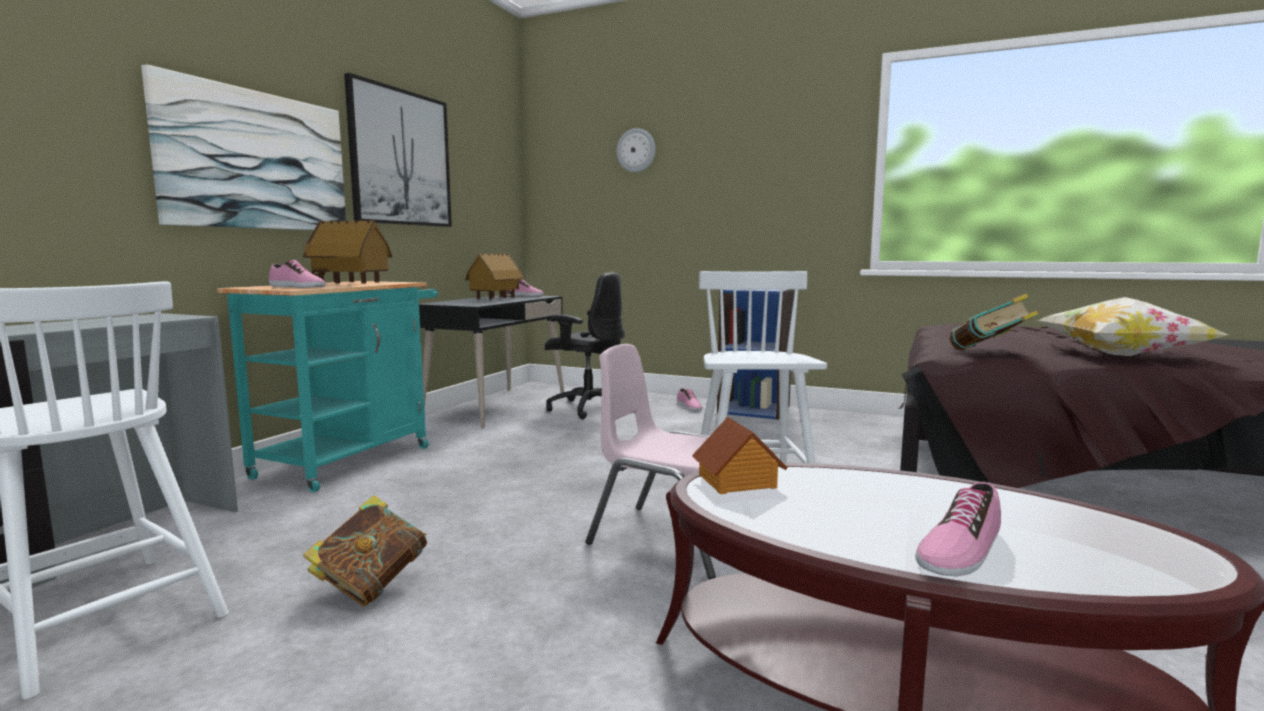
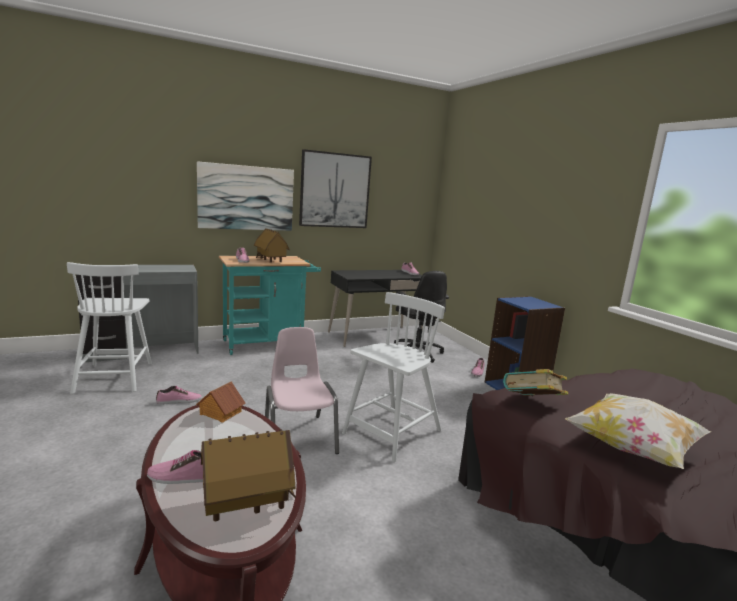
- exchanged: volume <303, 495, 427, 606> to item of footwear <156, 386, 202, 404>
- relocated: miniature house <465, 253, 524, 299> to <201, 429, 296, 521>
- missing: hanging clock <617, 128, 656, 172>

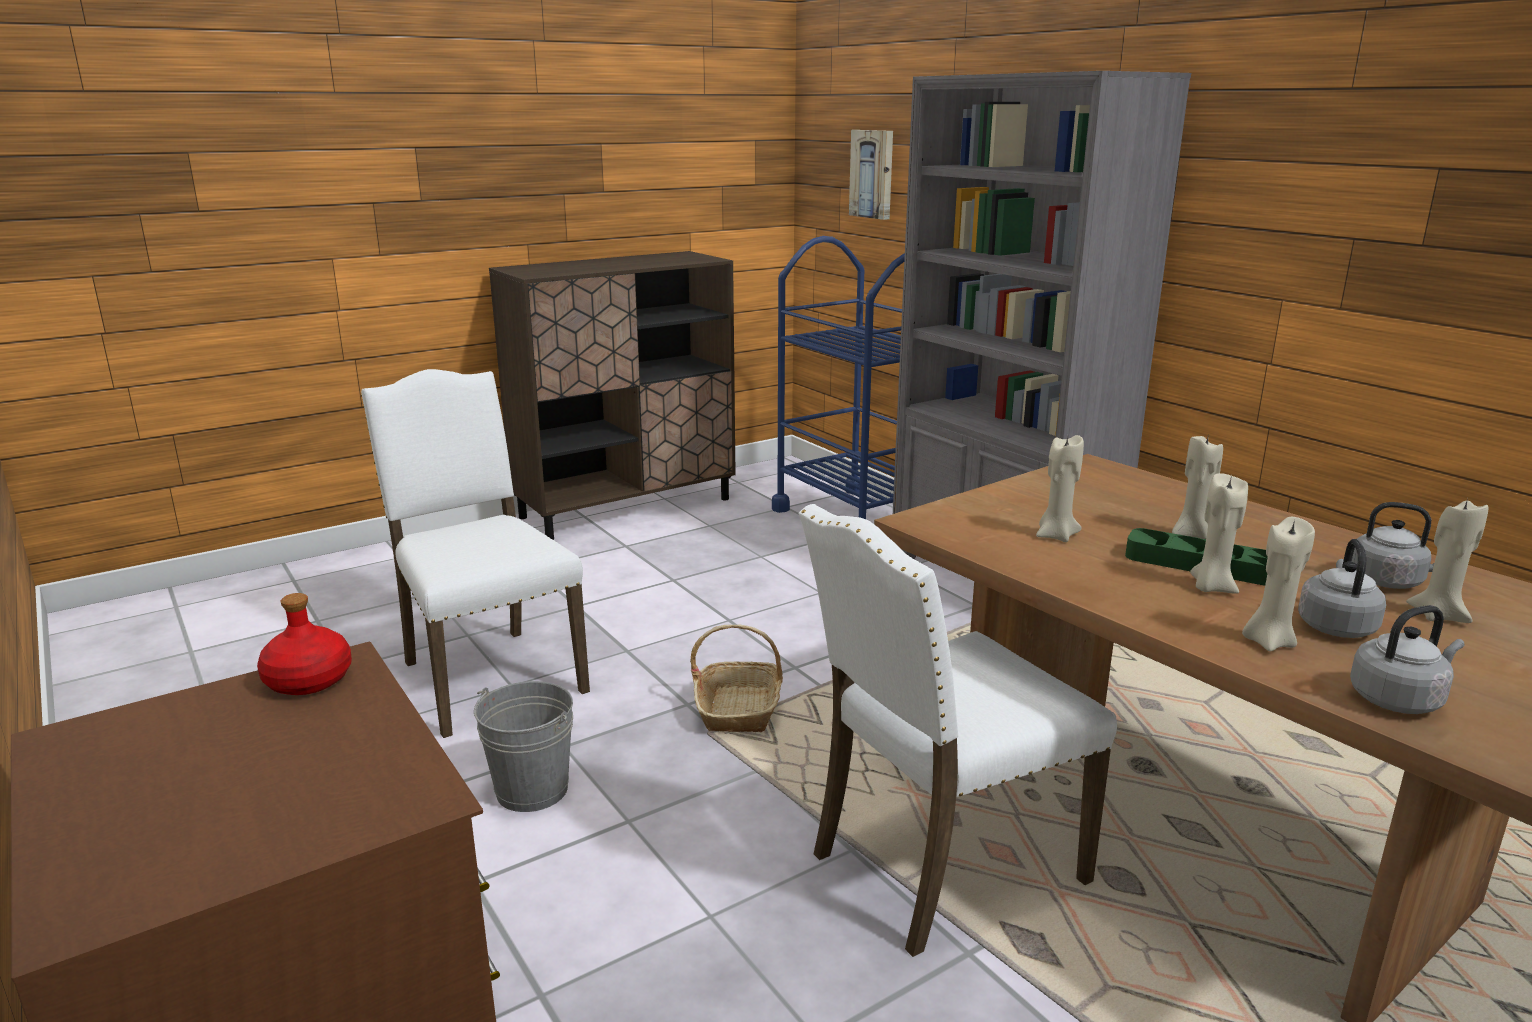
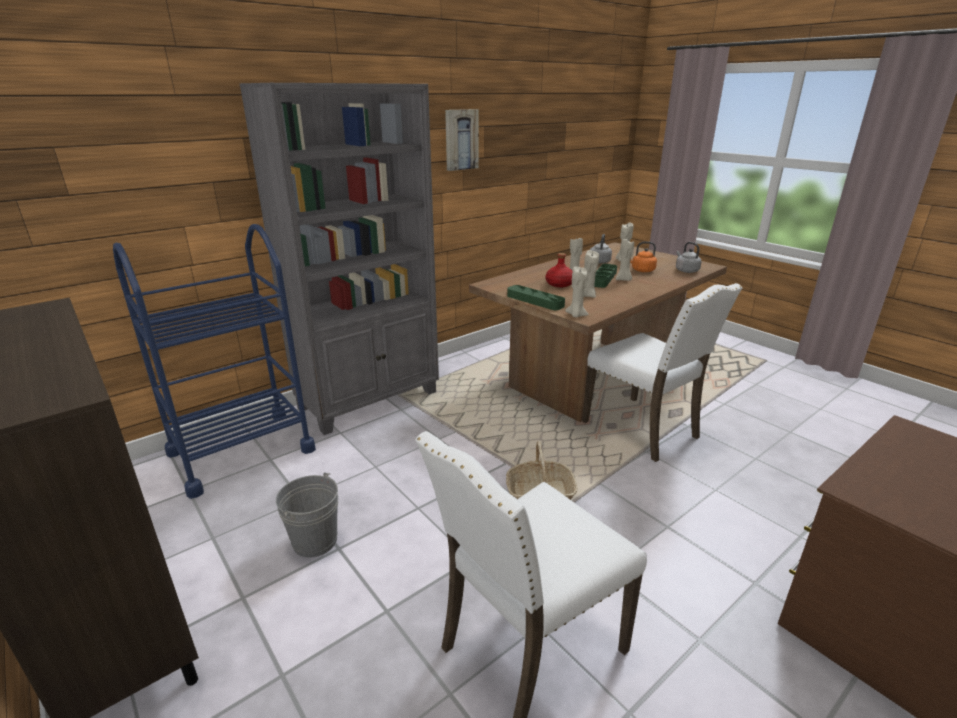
- relocated: drink bottle (reddish) <257, 593, 352, 695> to <546, 253, 572, 287>
- relocated: bucket (gray) <474, 681, 573, 812> to <276, 473, 338, 558>
- relocated: wall art <849, 130, 893, 220> to <445, 109, 479, 171>
- relocated: wax light (beige) <1242, 517, 1315, 651> to <565, 267, 589, 318>
- colour: kettle (gray) <1298, 539, 1386, 638> to kettle (orange) <630, 242, 657, 272>
- appeared: serving tray (green) <507, 285, 565, 310>

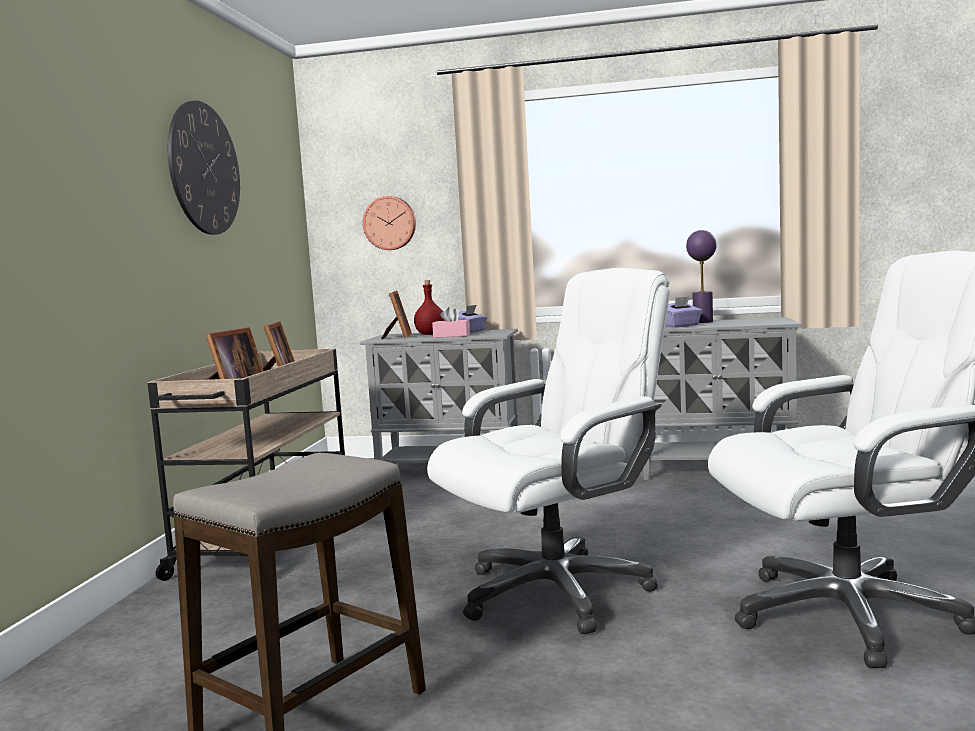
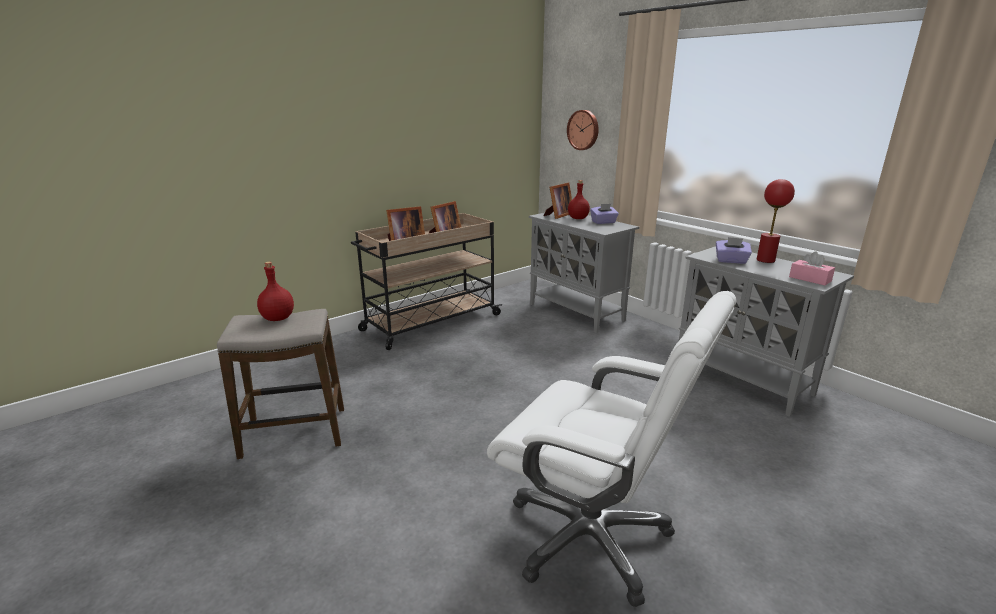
- missing: hanging clock <168, 101, 240, 235>
- missing: computer chair (whitish) <427, 268, 670, 634>
- relocated: box of tissues (pink) <432, 307, 470, 338> to <789, 252, 835, 286>
- colour: table lamp (purplish) <686, 230, 717, 323> to table lamp (reddish) <757, 179, 795, 263>
- appeared: drink bottle (reddish) <257, 262, 294, 321>

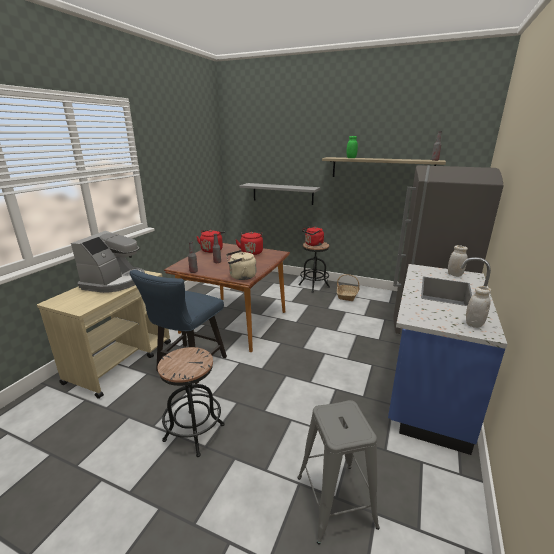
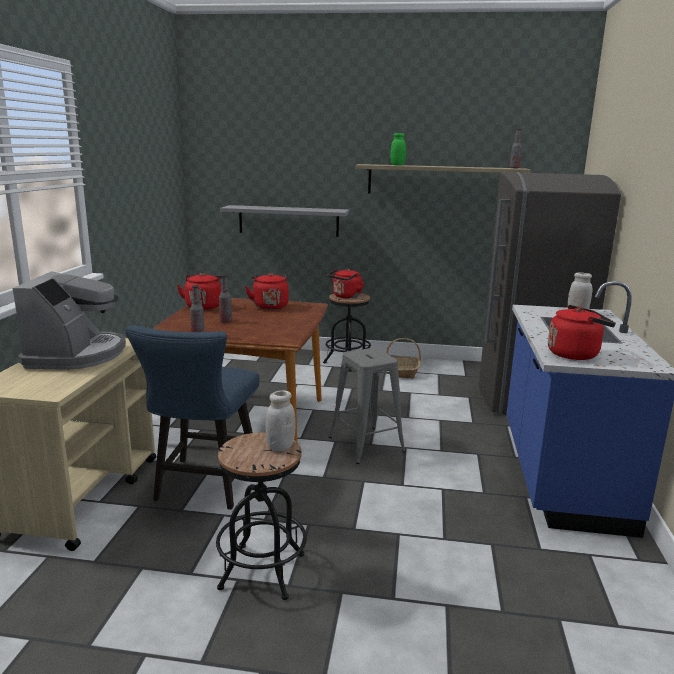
- missing: kettle (beige) <226, 250, 256, 280>
- relocated: sitting stool (gray) <297, 400, 380, 545> to <329, 348, 406, 464>
- relocated: preserve jar (whitish) <466, 286, 491, 328> to <265, 390, 295, 452>
- appeared: kettle (reddish) <548, 305, 616, 360>

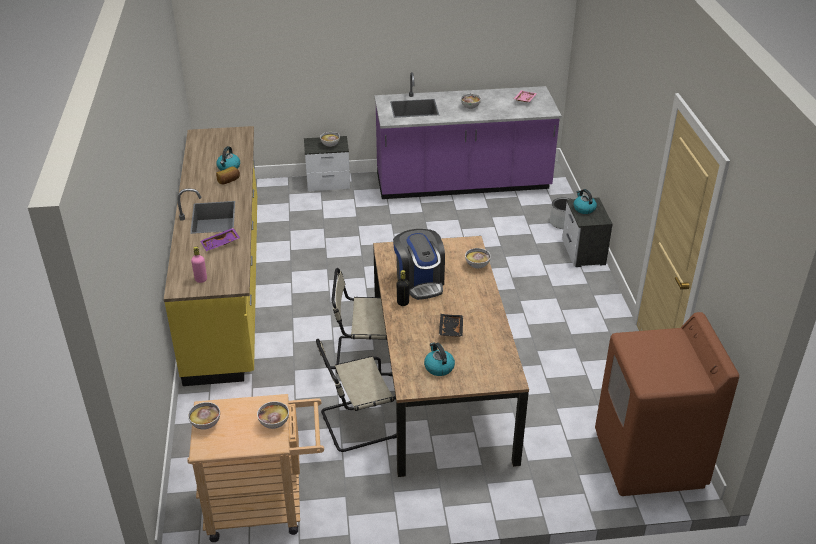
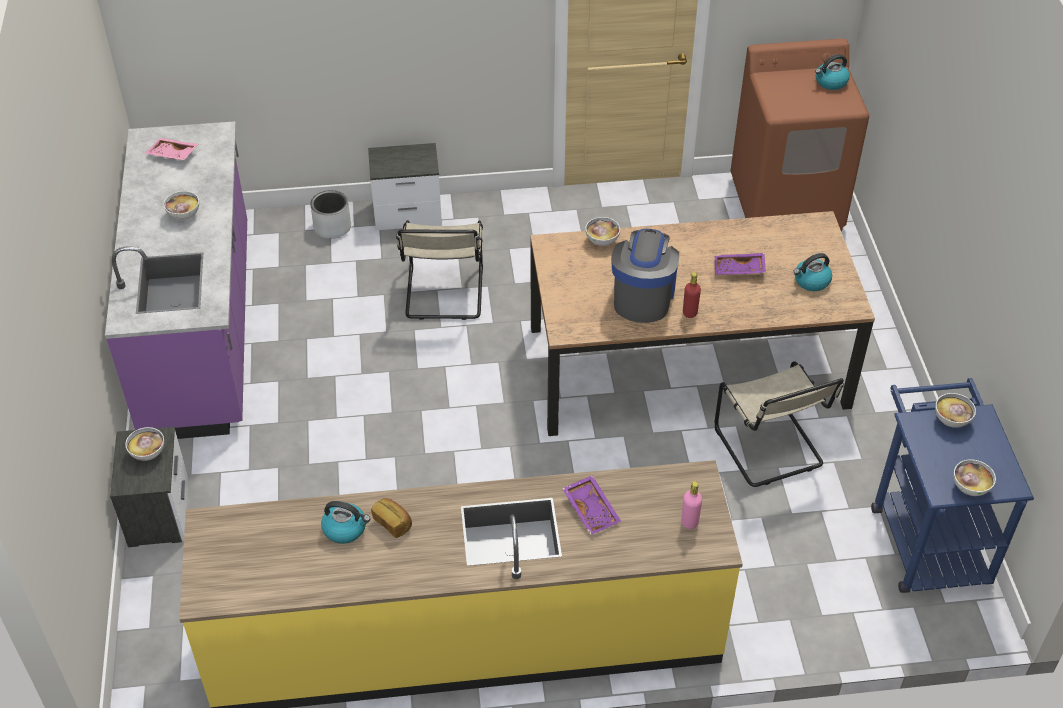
- colour: trolley (beige) <187, 394, 324, 542> to trolley (blue-coloured) <871, 378, 1034, 593>
- relocated: chair (beige) <331, 268, 392, 376> to <396, 220, 483, 320>
- spun: coffee brewer <393, 229, 445, 300> = <611, 229, 679, 323> 60 degrees counterclockwise
- colour: drink bottle (black-coloured) <396, 270, 410, 306> to drink bottle (reddish) <683, 272, 701, 318>
- colour: serving tray (black-coloured) <439, 314, 463, 337> to serving tray (purplish) <715, 253, 766, 275>
- relocated: kettle <573, 189, 597, 214> to <815, 54, 850, 90>

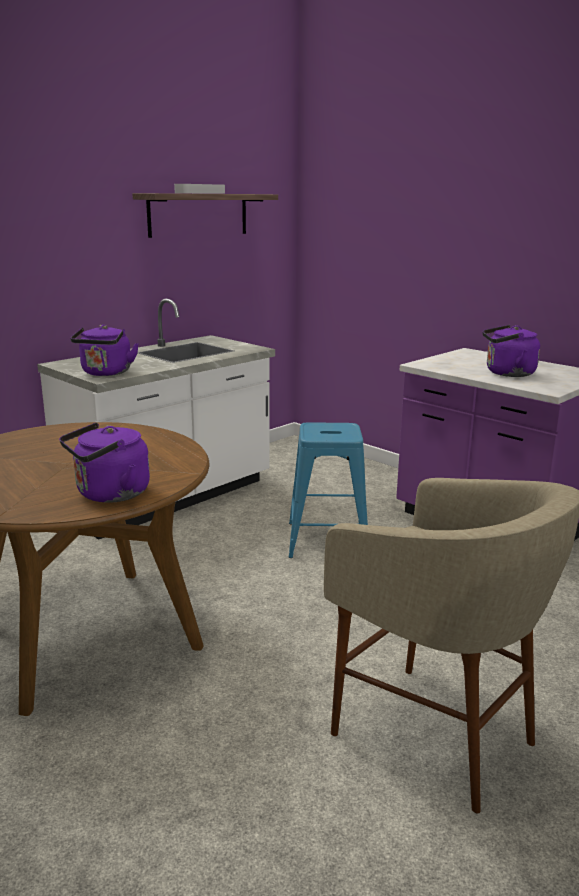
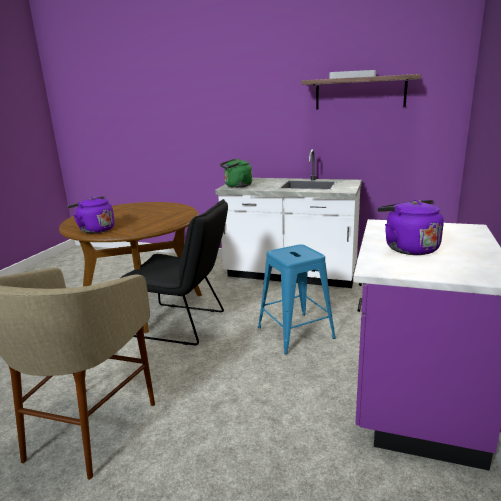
- colour: kettle (purplish) <70, 325, 139, 376> to kettle (green) <220, 158, 252, 188>
- appeared: chair (black-coloured) <121, 199, 228, 345>

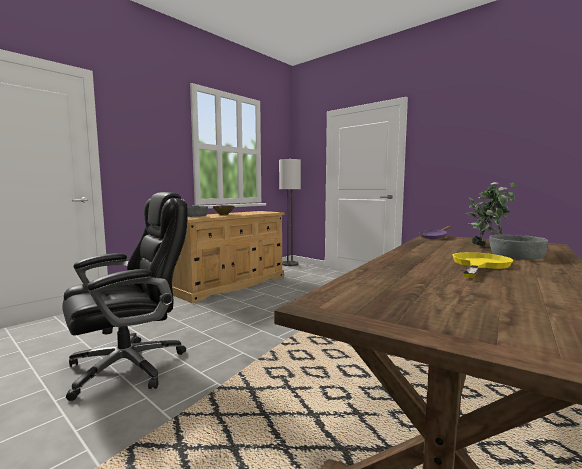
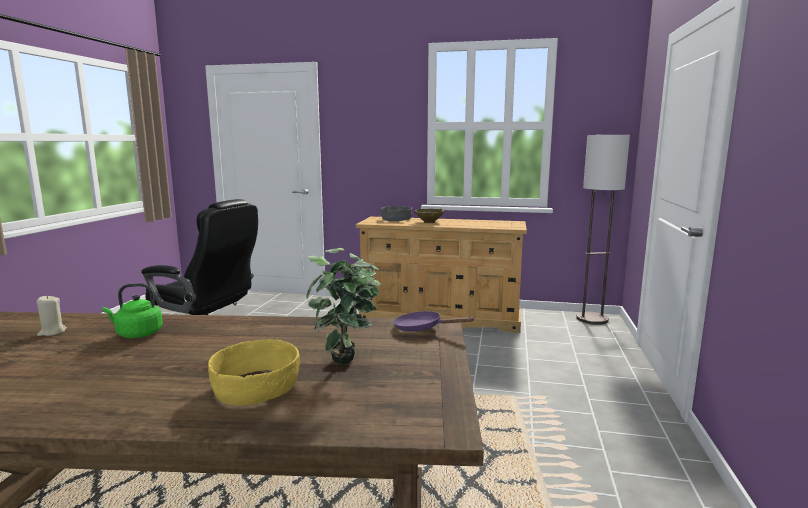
- missing: pan (yellow-coloured) <452, 252, 513, 278>
- colour: bowl (gray) <489, 234, 548, 260> to bowl (yellow-coloured) <208, 339, 300, 406>
- appeared: wax light (beige) <37, 295, 67, 336>
- appeared: kettle (green) <102, 283, 163, 338>

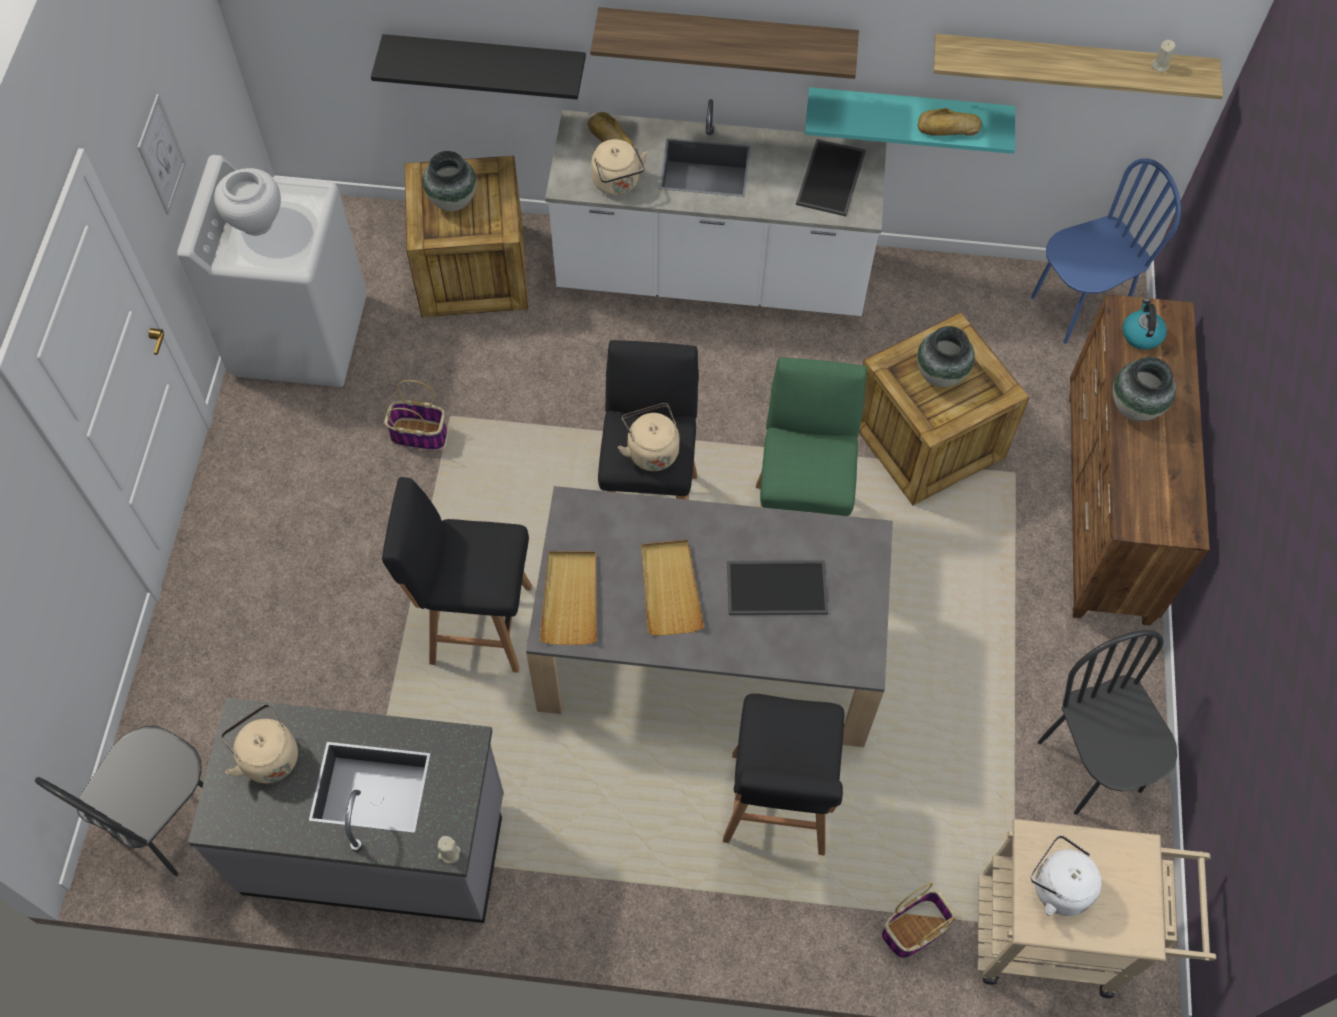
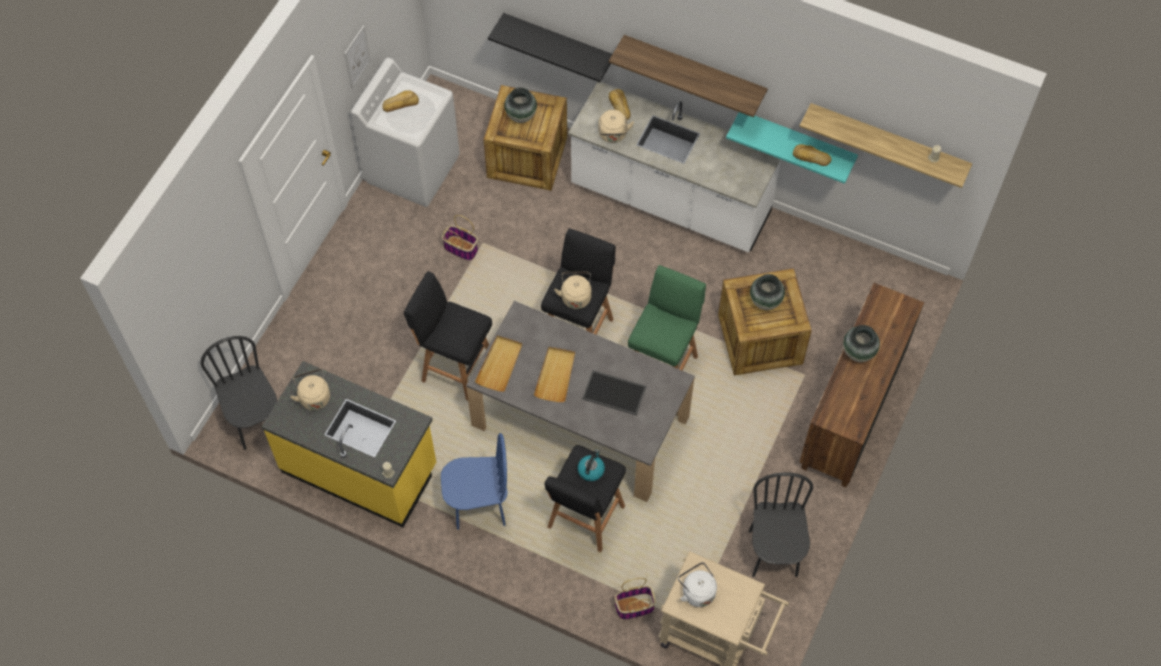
- spun: chair (black-coloured) <35, 726, 203, 876> = <201, 336, 277, 450> 105 degrees clockwise
- colour: kitchen counter (gray) <188, 698, 504, 923> to kitchen counter (yellow-coloured) <262, 361, 436, 527>
- exchanged: vase (whitish) <214, 168, 281, 236> to bread <382, 90, 419, 112>
- missing: serving tray <796, 139, 866, 216>
- relocated: chair (blue-coloured) <1031, 158, 1181, 344> to <441, 433, 507, 530>
- relocated: kettle <1123, 299, 1167, 350> to <578, 449, 605, 481>

